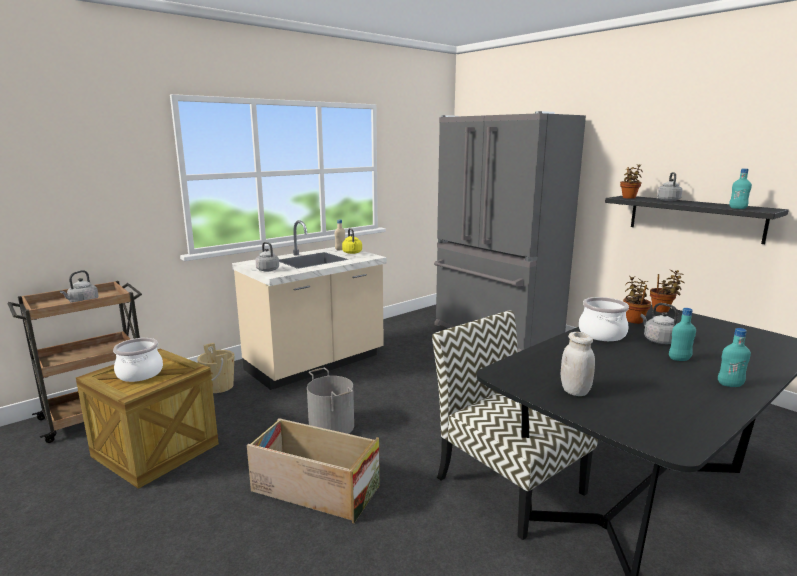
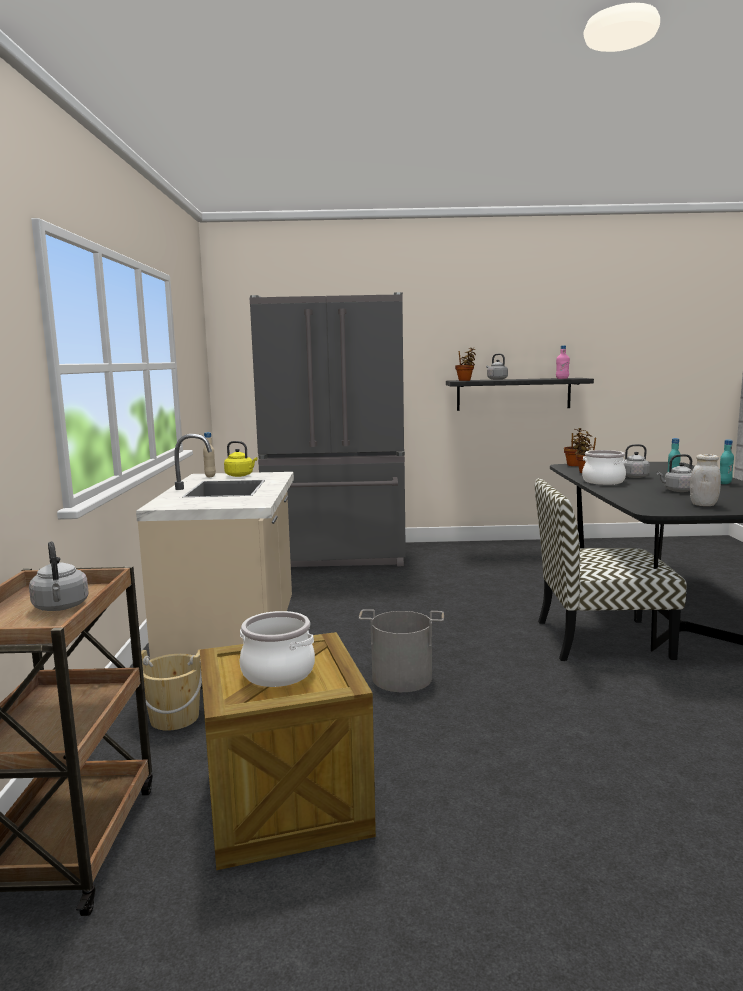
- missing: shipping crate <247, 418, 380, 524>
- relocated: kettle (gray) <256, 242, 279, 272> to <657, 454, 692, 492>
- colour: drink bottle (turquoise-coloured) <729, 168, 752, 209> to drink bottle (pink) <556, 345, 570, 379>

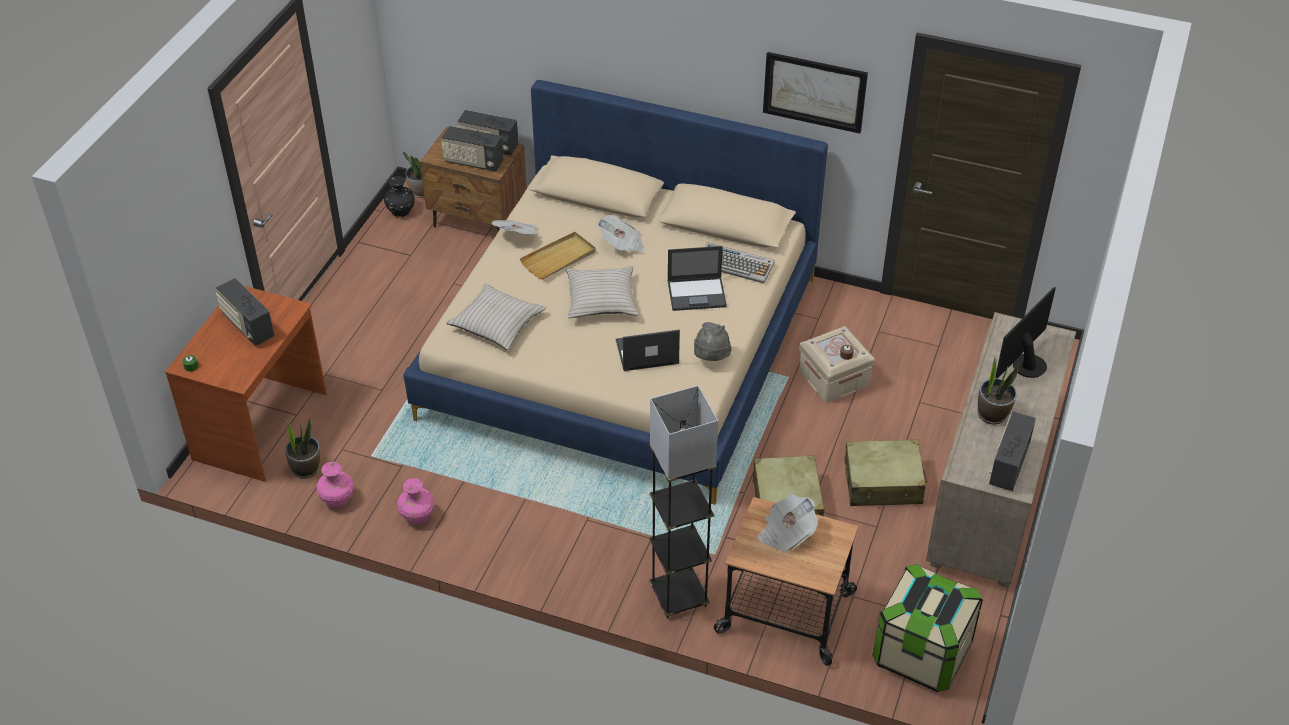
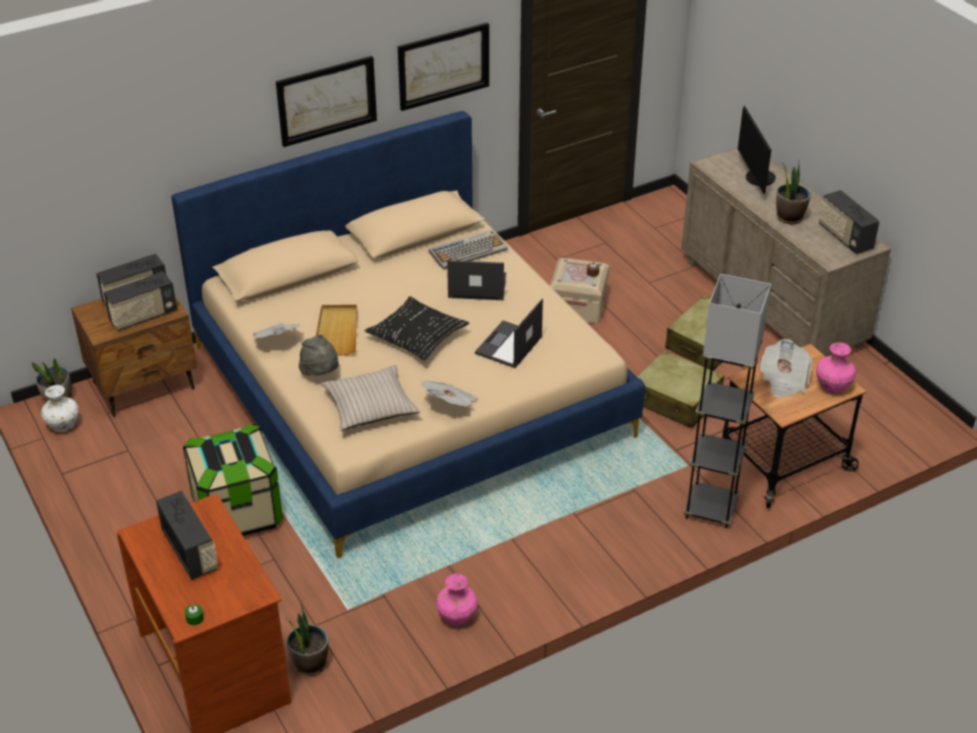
- spun: radio receiver <216, 278, 275, 346> = <156, 491, 218, 580> 120 degrees counterclockwise
- relocated: vase (pink) <316, 462, 354, 508> to <816, 342, 856, 394>
- colour: vase (black-coloured) <384, 176, 415, 217> to vase (whitish) <41, 385, 79, 432>
- colour: cushion (beige) <566, 266, 638, 318> to cushion (black-coloured) <364, 296, 469, 361>
- relocated: newspaper <597, 215, 645, 252> to <421, 381, 478, 407>
- spun: portable computer <668, 246, 727, 311> = <447, 260, 506, 300> 120 degrees counterclockwise
- relocated: hat (gray) <694, 322, 732, 361> to <299, 334, 339, 376>
- relocated: storage bin <873, 564, 983, 692> to <183, 424, 283, 536>
- appeared: wall art <276, 56, 377, 147>

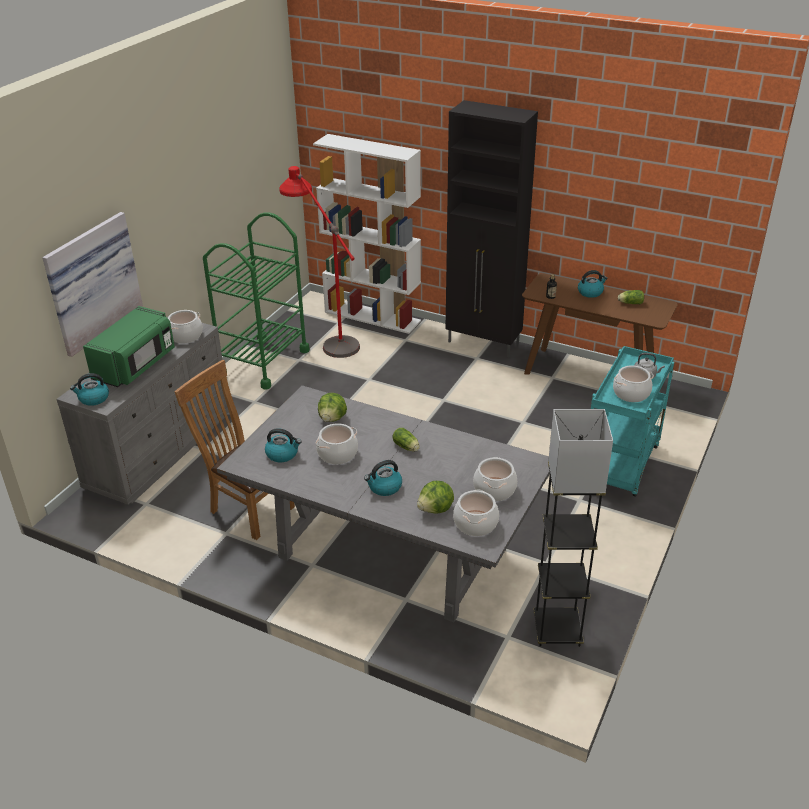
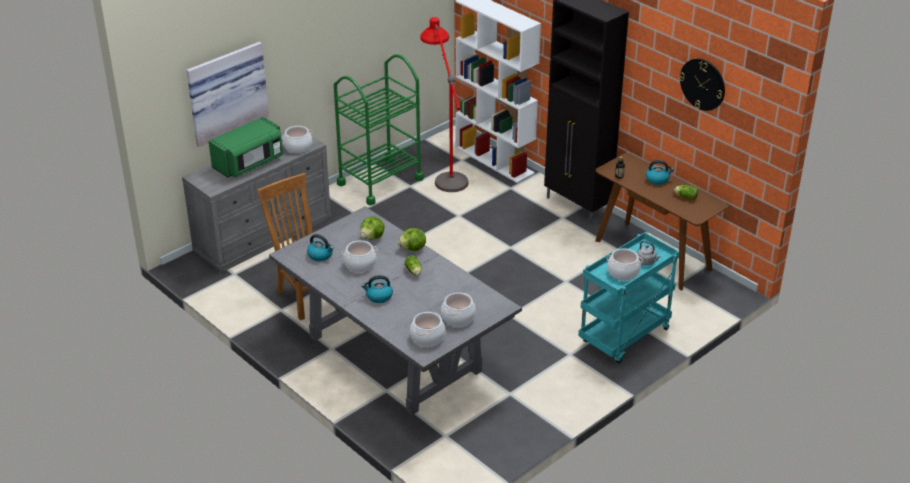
- missing: kettle <70, 373, 109, 406>
- relocated: head of lettuce <417, 481, 454, 514> to <398, 228, 426, 251>
- missing: floor lamp (gray) <533, 409, 613, 647>
- appeared: hanging clock <679, 58, 725, 111>

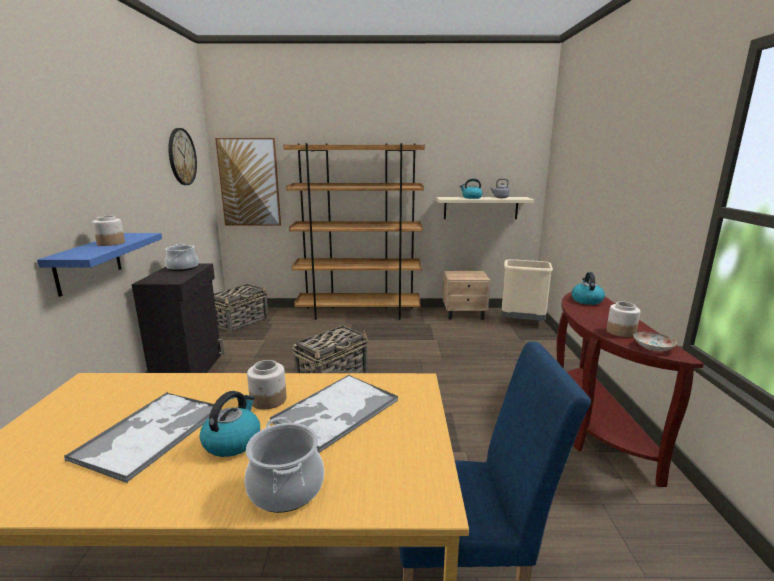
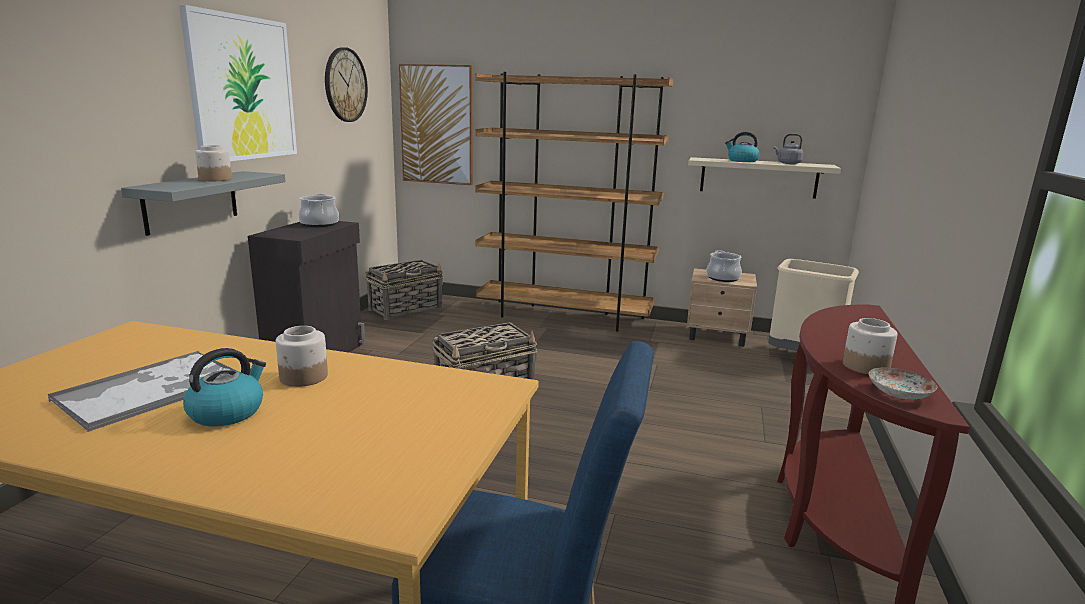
- colour: bracket shelf (blue-coloured) <37, 233, 162, 297> to bracket shelf (gray) <121, 171, 286, 236>
- relocated: cooking pot <244, 417, 324, 513> to <706, 251, 742, 282>
- missing: serving tray <269, 375, 398, 453>
- missing: kettle <571, 272, 605, 305>
- appeared: wall art <179, 5, 297, 161>

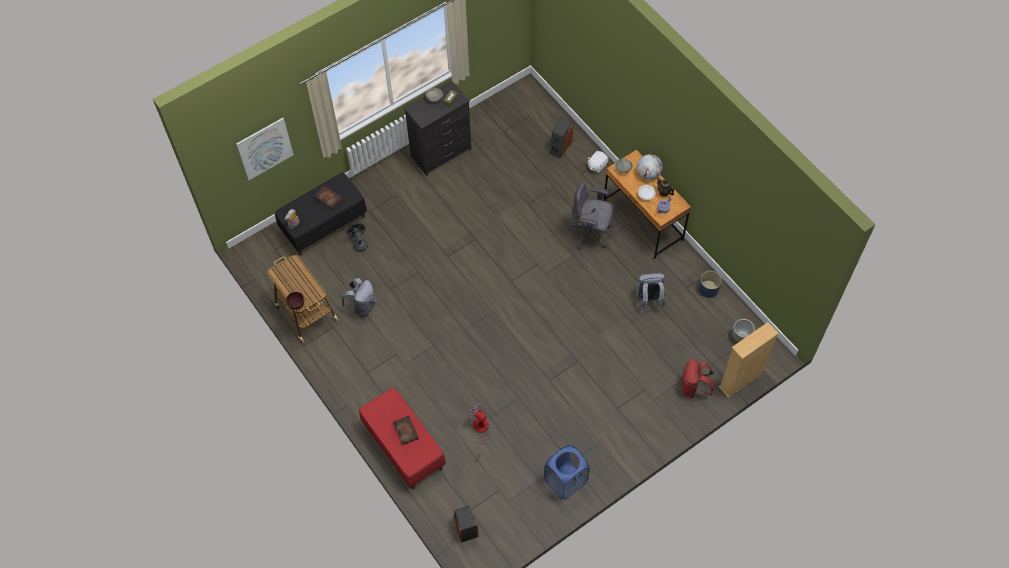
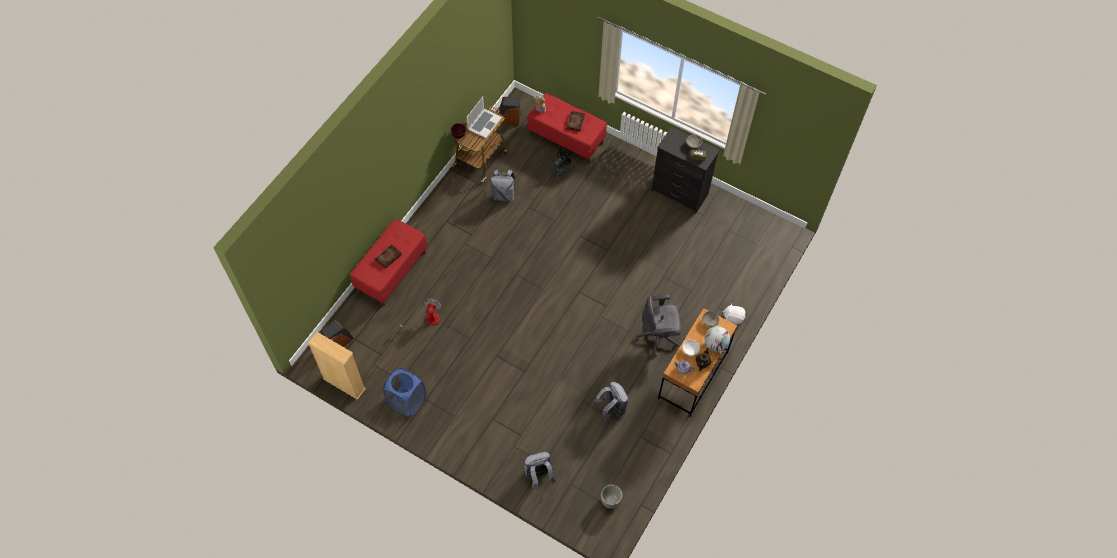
- missing: wall art <236, 118, 294, 180>
- colour: indoor bench (black-coloured) <275, 173, 367, 256> to indoor bench (reddish) <527, 93, 607, 163>
- relocated: loudspeaker <549, 118, 573, 158> to <499, 97, 520, 126>
- spun: computer chair (gray) <568, 182, 614, 250> = <636, 294, 681, 357> 90 degrees counterclockwise
- colour: knapsack (reddish) <681, 359, 714, 399> to knapsack (gray) <525, 452, 556, 491>
- missing: plant pot (blue-coloured) <699, 271, 722, 298>
- relocated: bookcase (beige) <719, 322, 779, 398> to <308, 332, 366, 400>
- appeared: portable computer <467, 97, 502, 138>

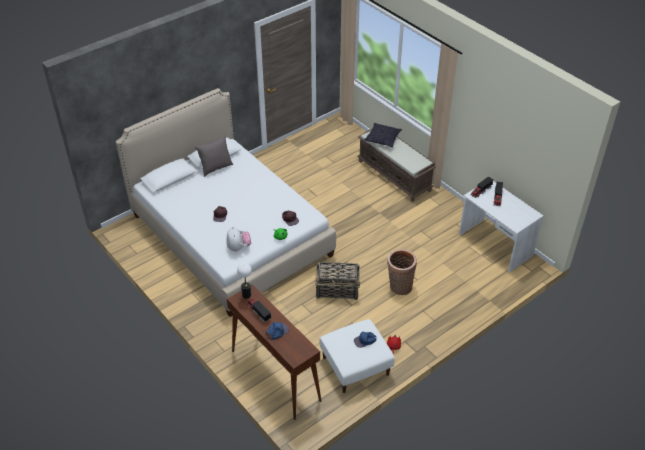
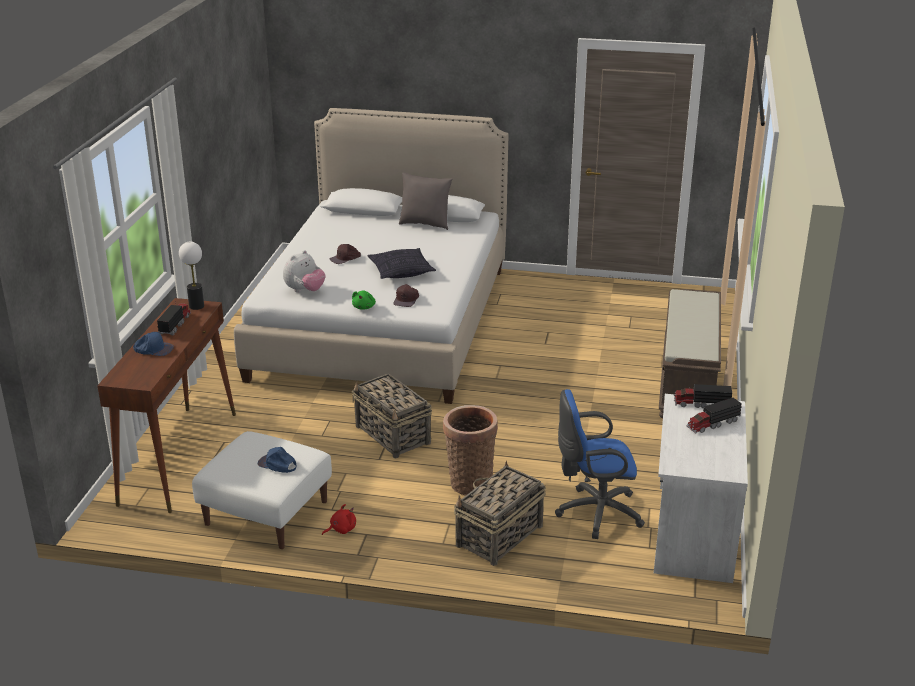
- relocated: cushion <364, 123, 402, 148> to <367, 248, 436, 279>
- appeared: basket <454, 460, 546, 566>
- appeared: computer chair (blue-coloured) <555, 389, 645, 539>

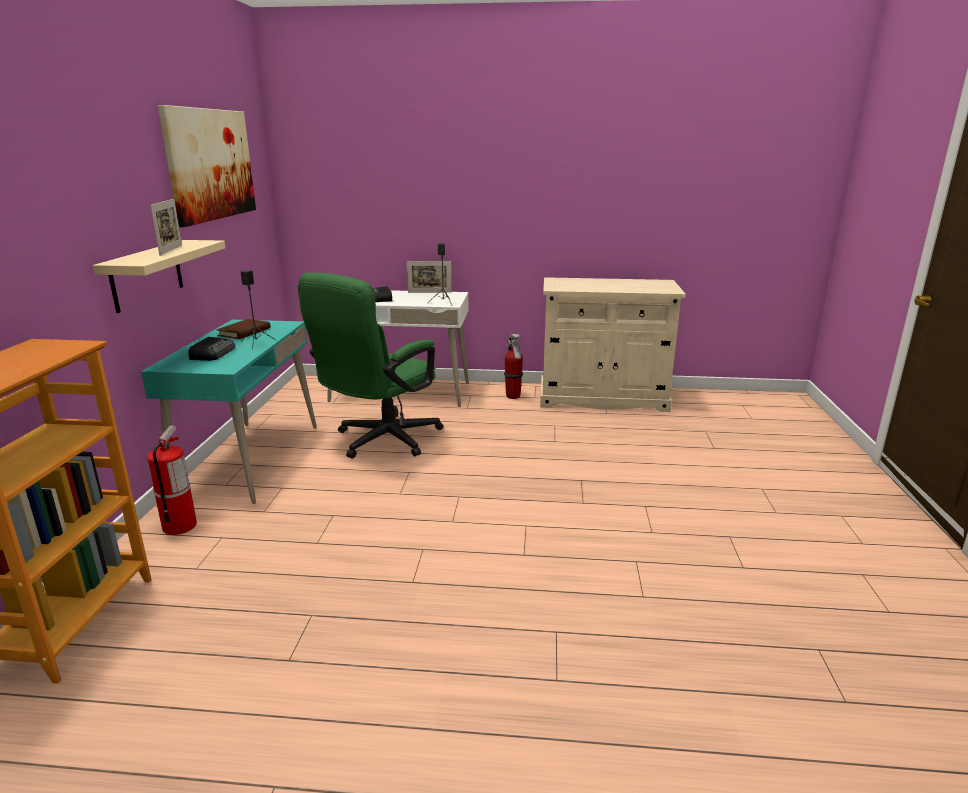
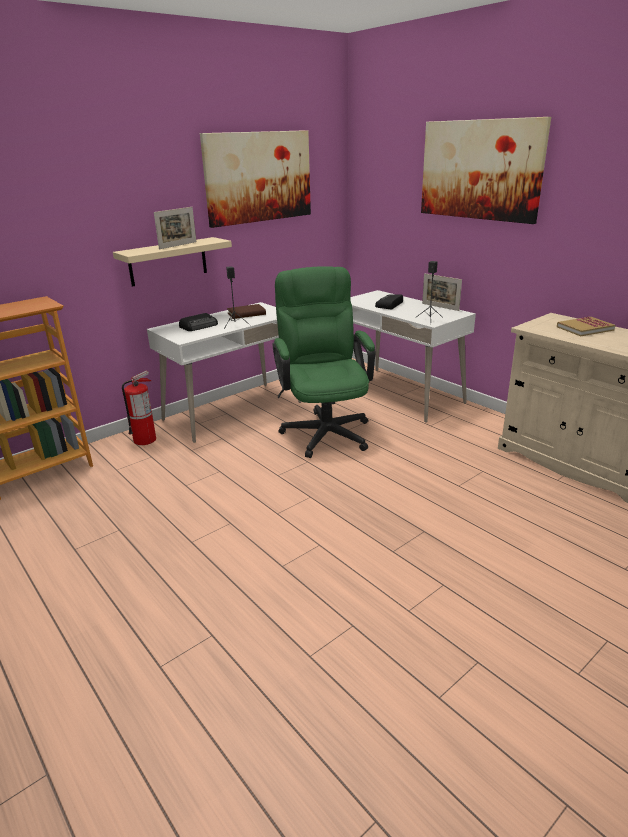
- colour: desk (turquoise-coloured) <141, 320, 317, 504> to desk (whitish) <147, 302, 301, 443>
- spun: computer chair (green) <298, 272, 443, 459> = <272, 266, 375, 458> 90 degrees clockwise
- missing: fire extinguisher <504, 334, 523, 399>
- appeared: wall art <421, 117, 551, 224>
- appeared: volume <557, 317, 615, 336>

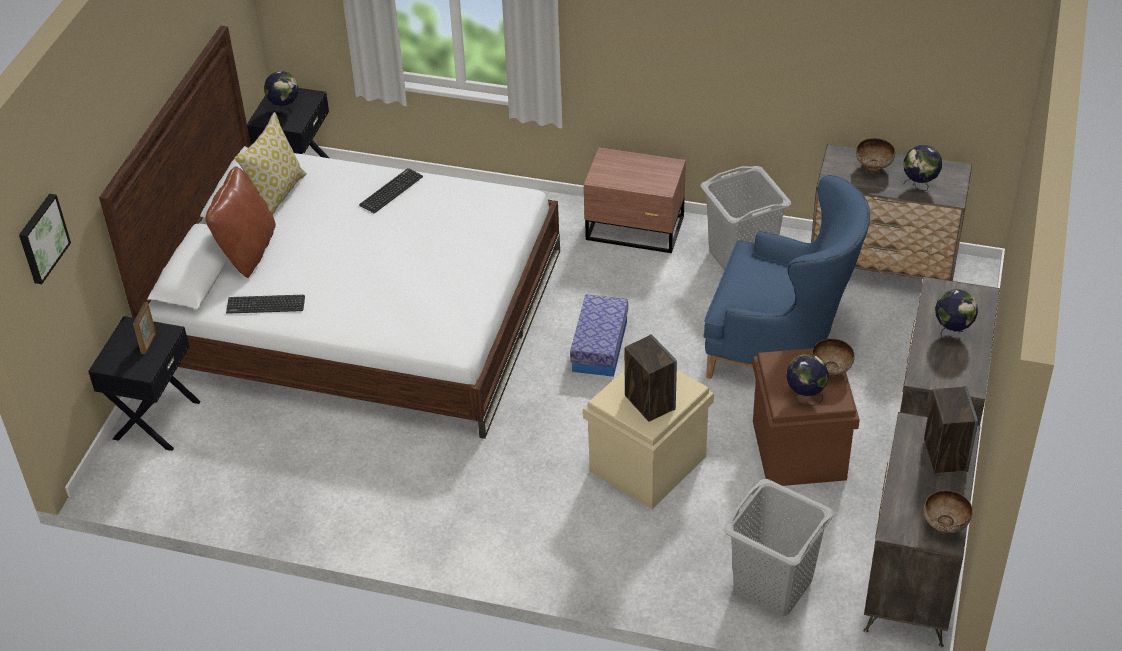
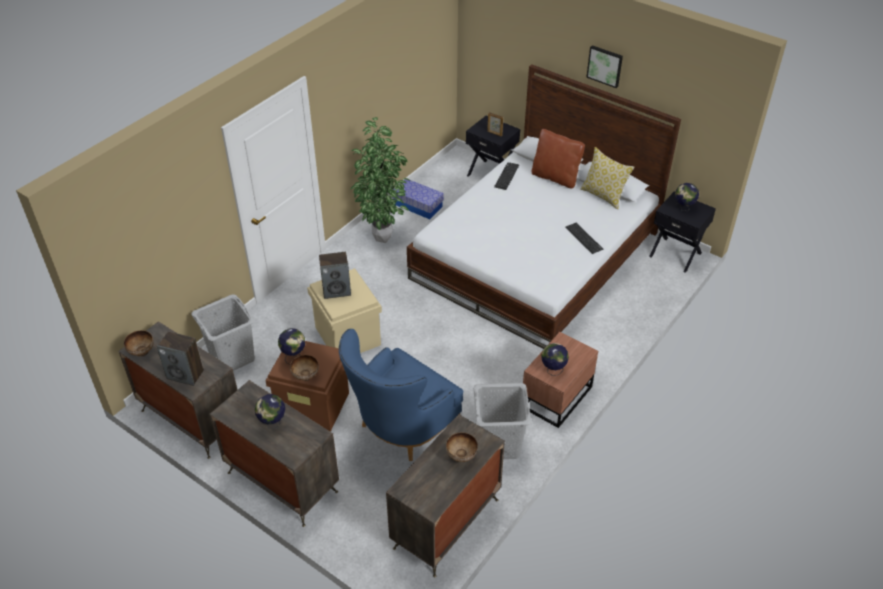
- relocated: wall art <19, 194, 71, 284> to <586, 45, 623, 88>
- relocated: storage bin <570, 294, 628, 377> to <392, 179, 444, 219>
- relocated: globe <903, 145, 942, 191> to <541, 343, 569, 376>
- appeared: potted plant <351, 117, 411, 243>

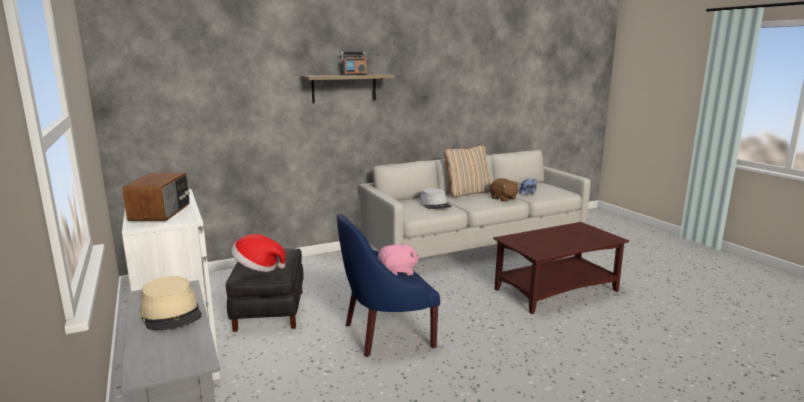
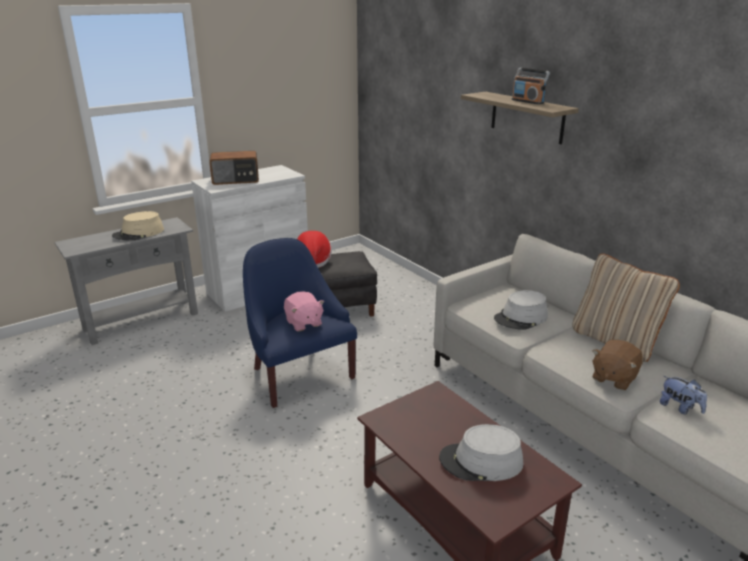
- appeared: hat (gray) <439, 424, 523, 481>

